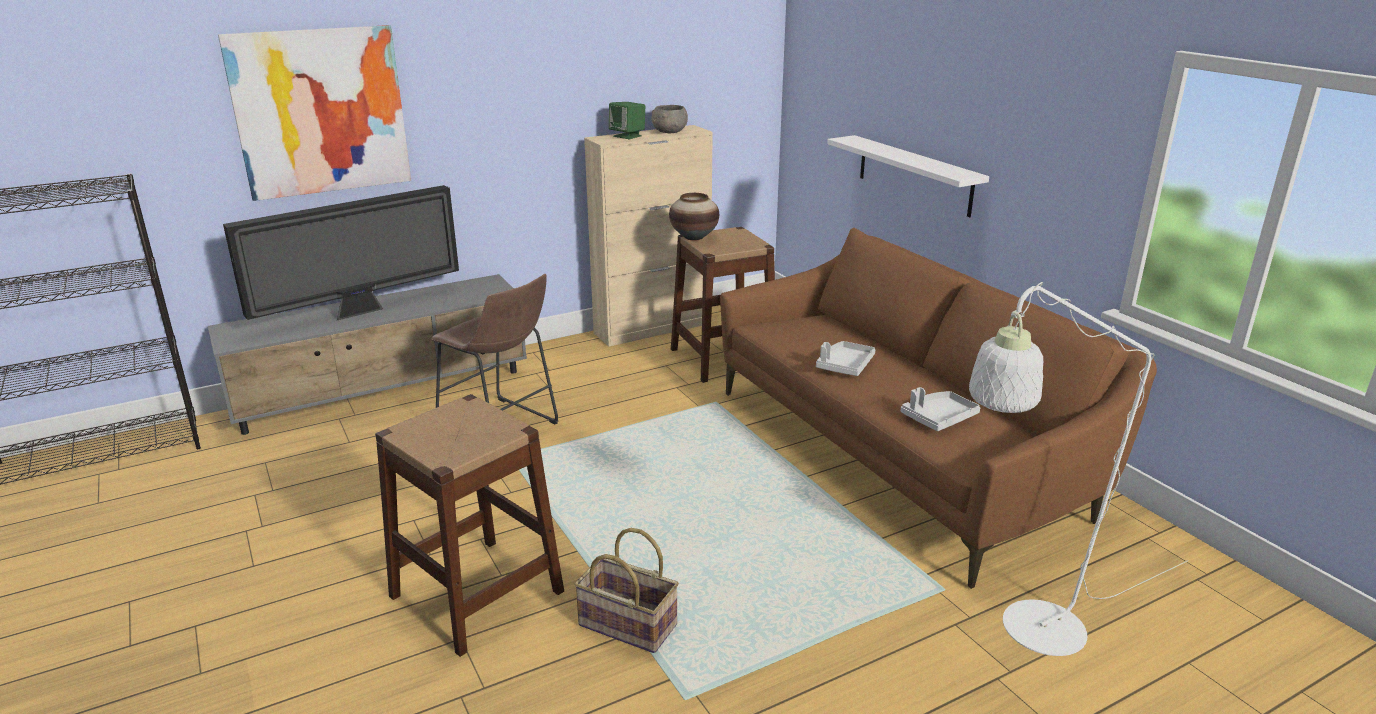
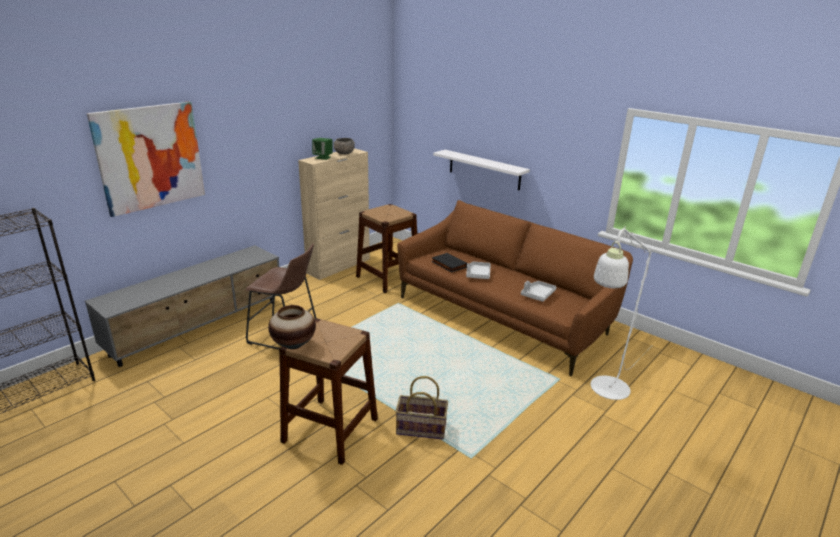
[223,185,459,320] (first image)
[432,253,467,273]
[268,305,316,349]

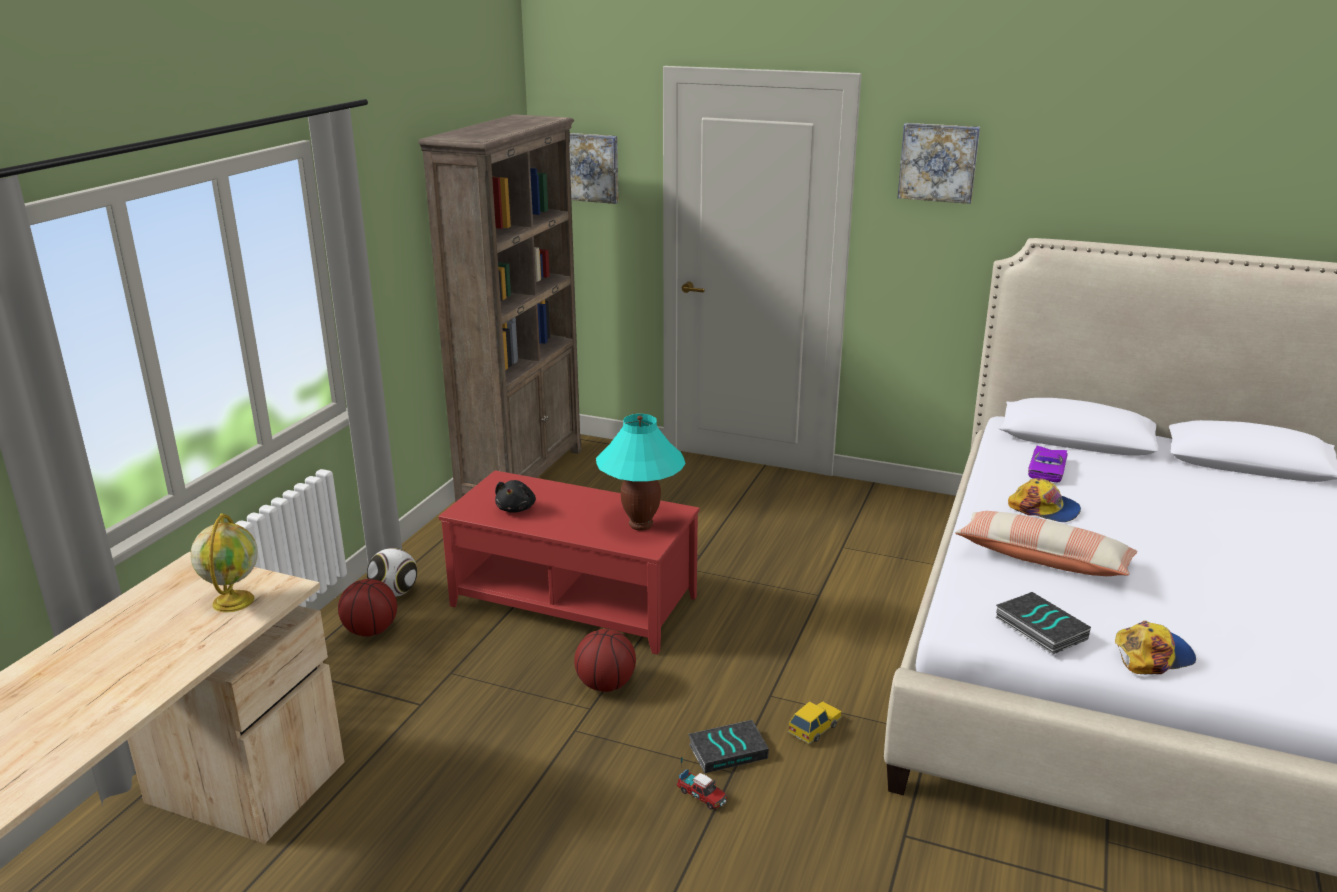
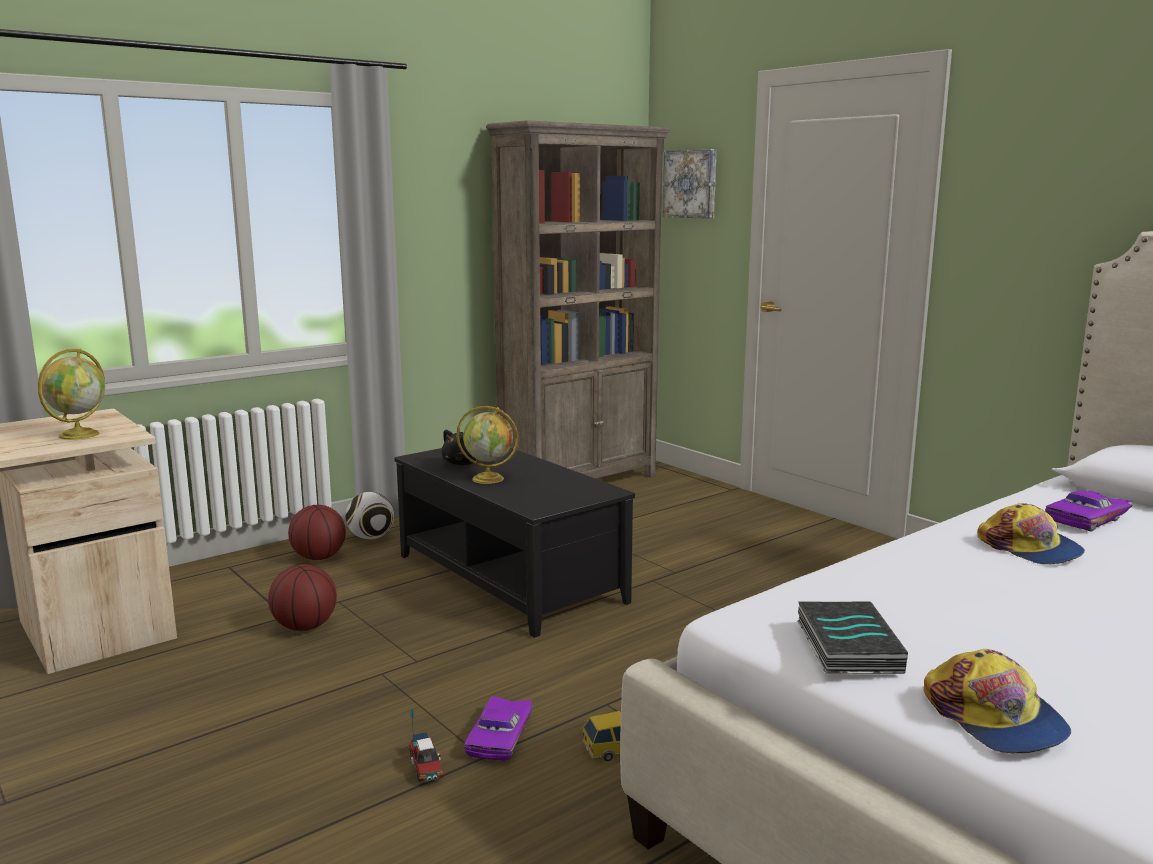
[596,414,685,531] (first image)
[897,123,980,204] (first image)
[955,511,1137,576] (first image)
[456,406,518,484]
[268,564,337,631]
[464,696,533,760]
[394,448,635,638]
[924,649,1071,754]

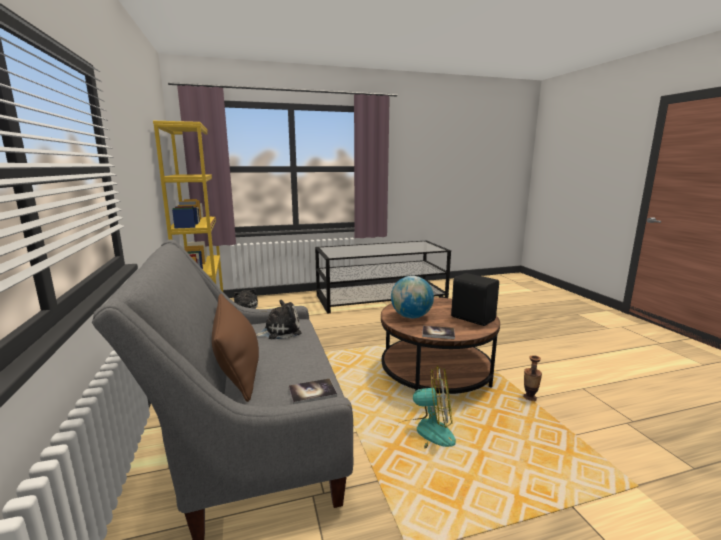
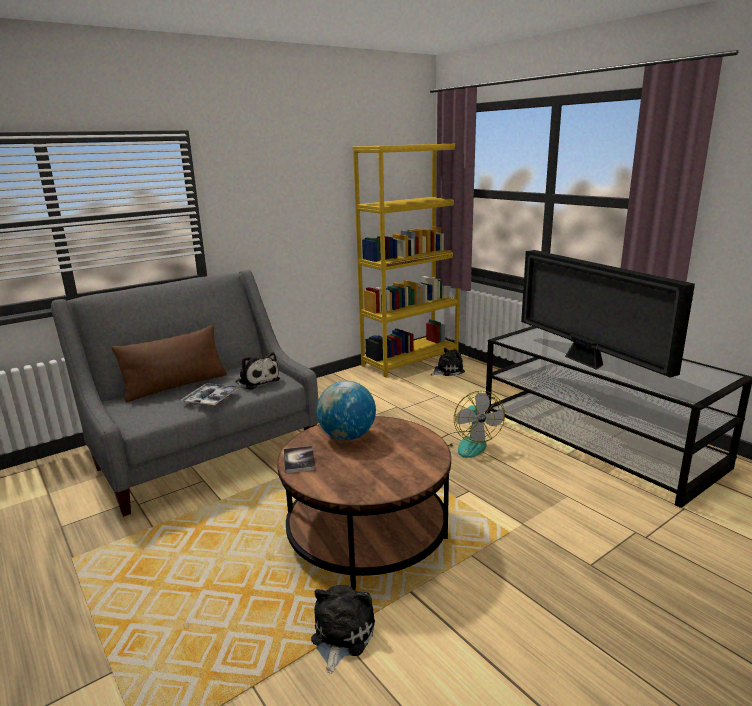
[288,378,337,404] (first image)
[451,273,499,326] (first image)
[180,383,240,406]
[521,250,695,378]
[442,391,505,458]
[311,585,375,674]

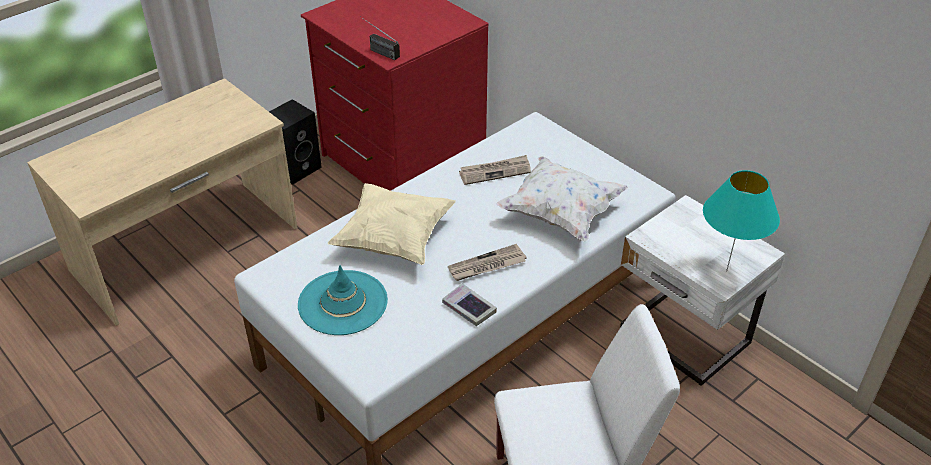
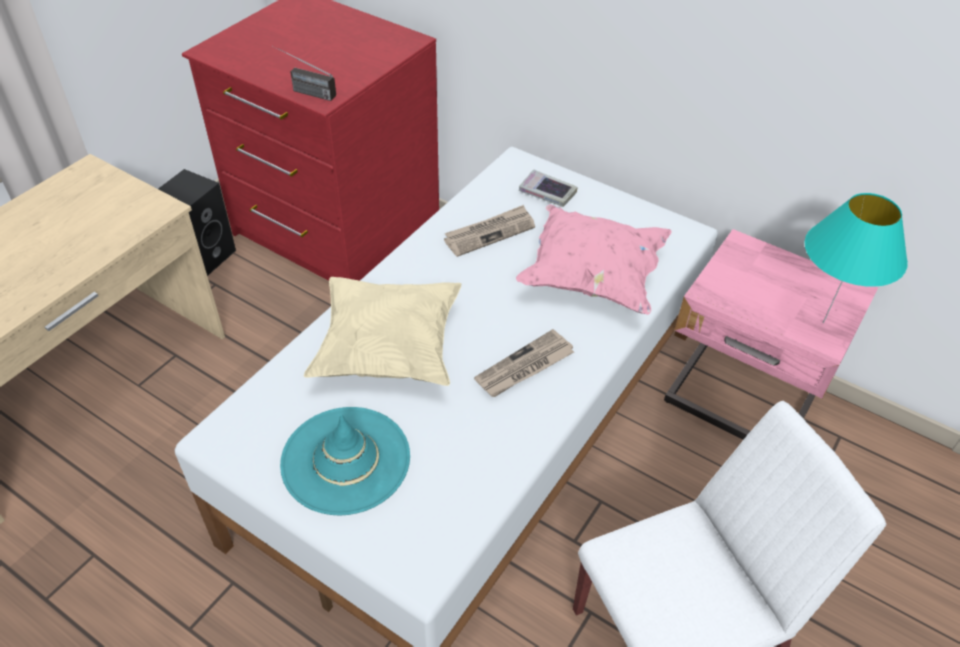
[519,169,578,207]
[516,204,672,315]
[664,229,878,440]

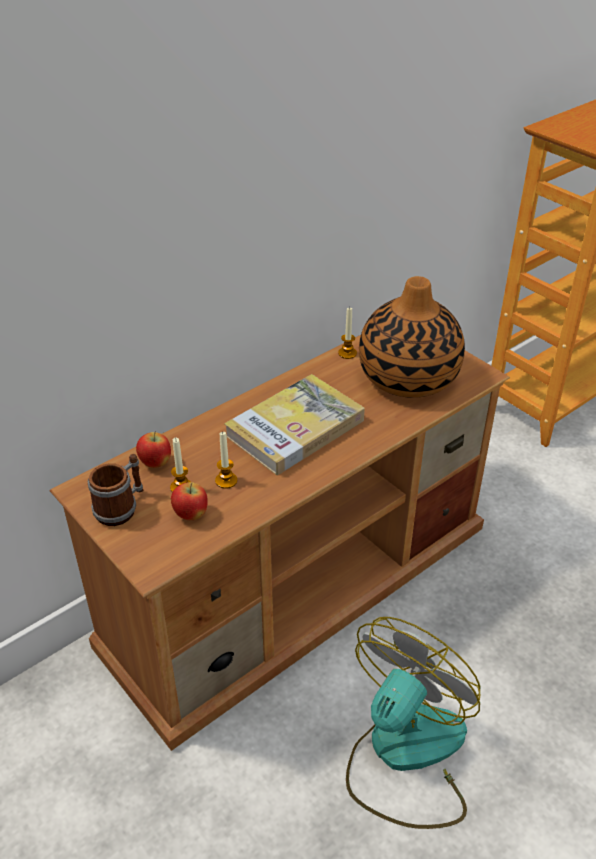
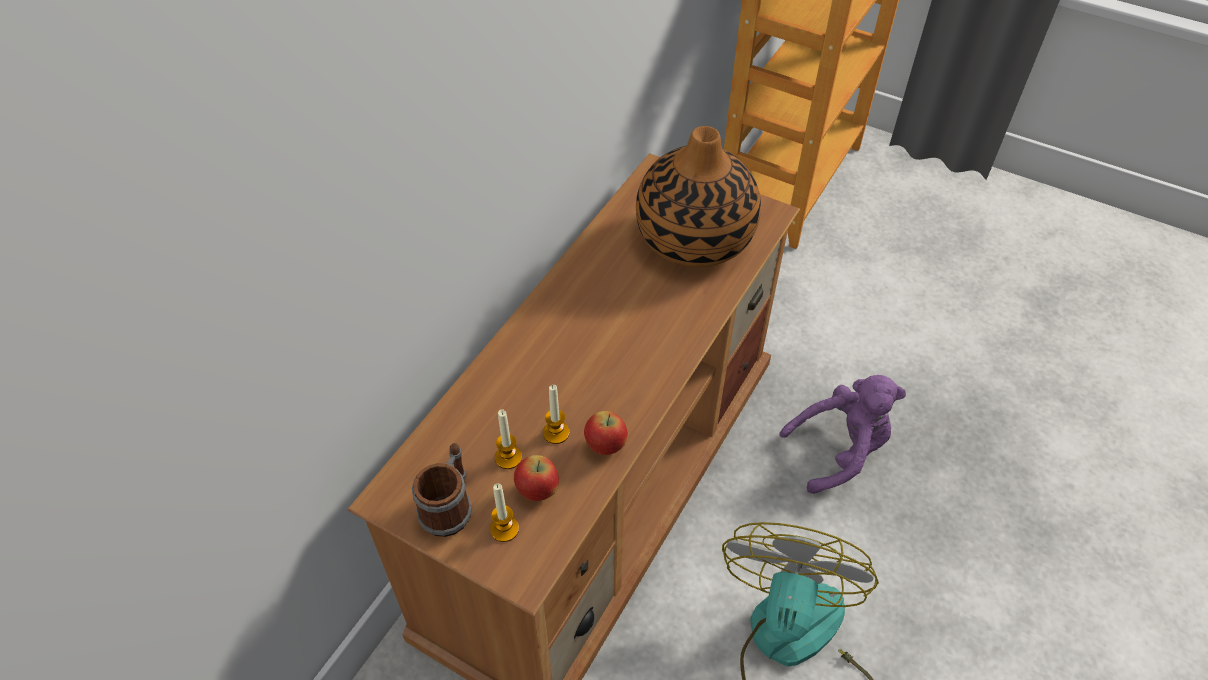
[224,374,365,475] (first image)
[779,375,906,494]
[584,411,628,455]
[490,484,519,542]

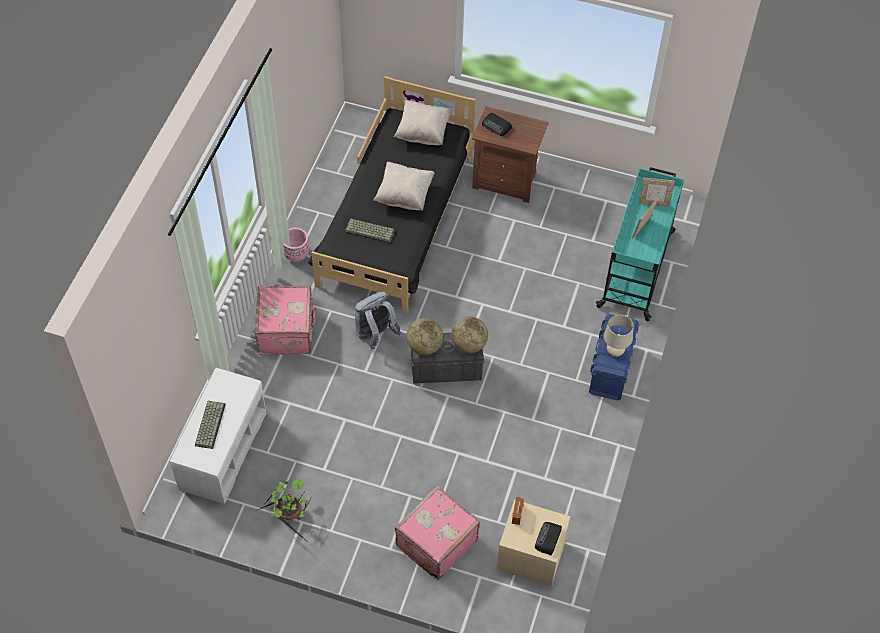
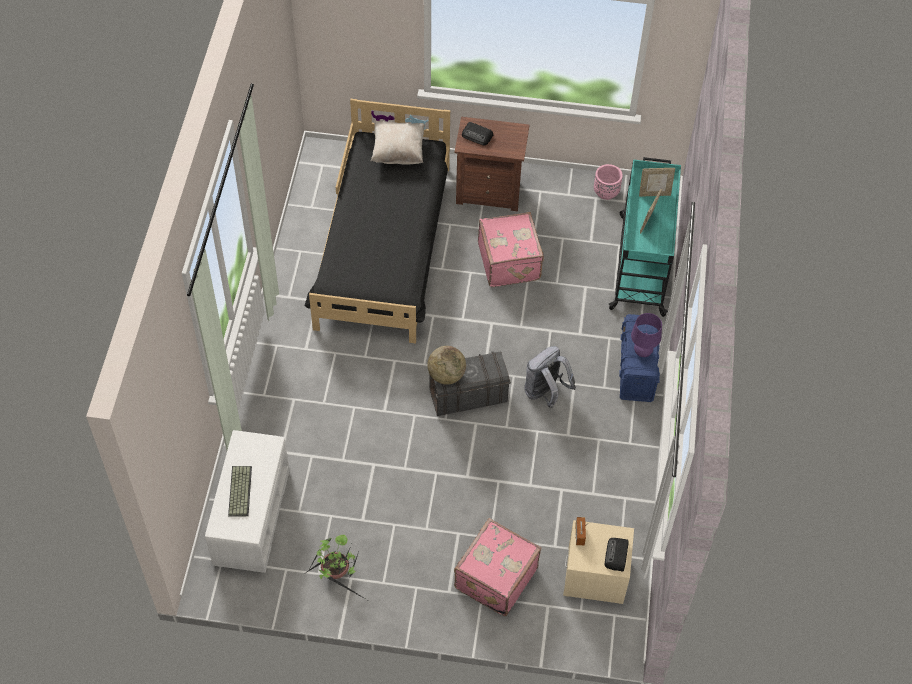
[345,219,395,243] (first image)
[373,162,435,210] (first image)
[451,317,488,353] (first image)
[478,212,544,287]
[594,164,623,200]
[524,346,576,408]
[631,313,662,357]

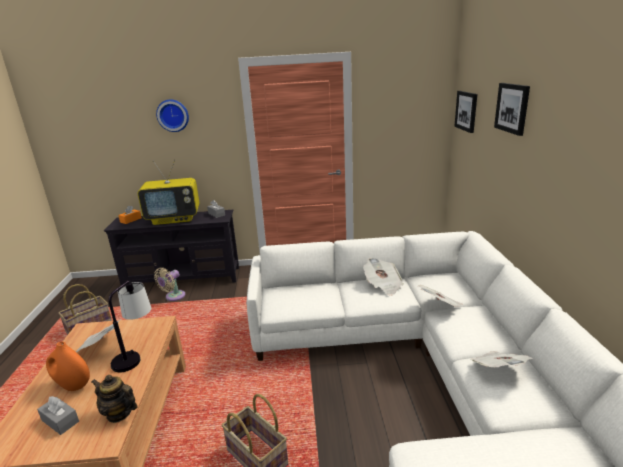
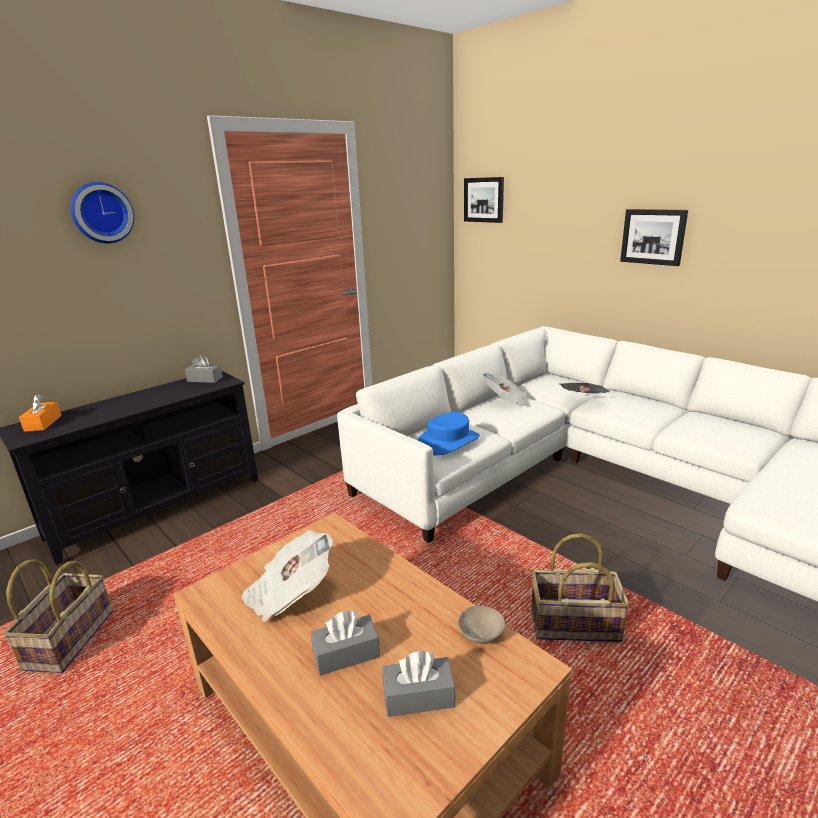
[108,281,151,372] (first image)
[137,159,199,225] (first image)
[154,268,185,301] (first image)
[471,351,533,367] (first image)
[418,412,480,455]
[620,209,688,266]
[311,611,380,676]
[458,605,505,644]

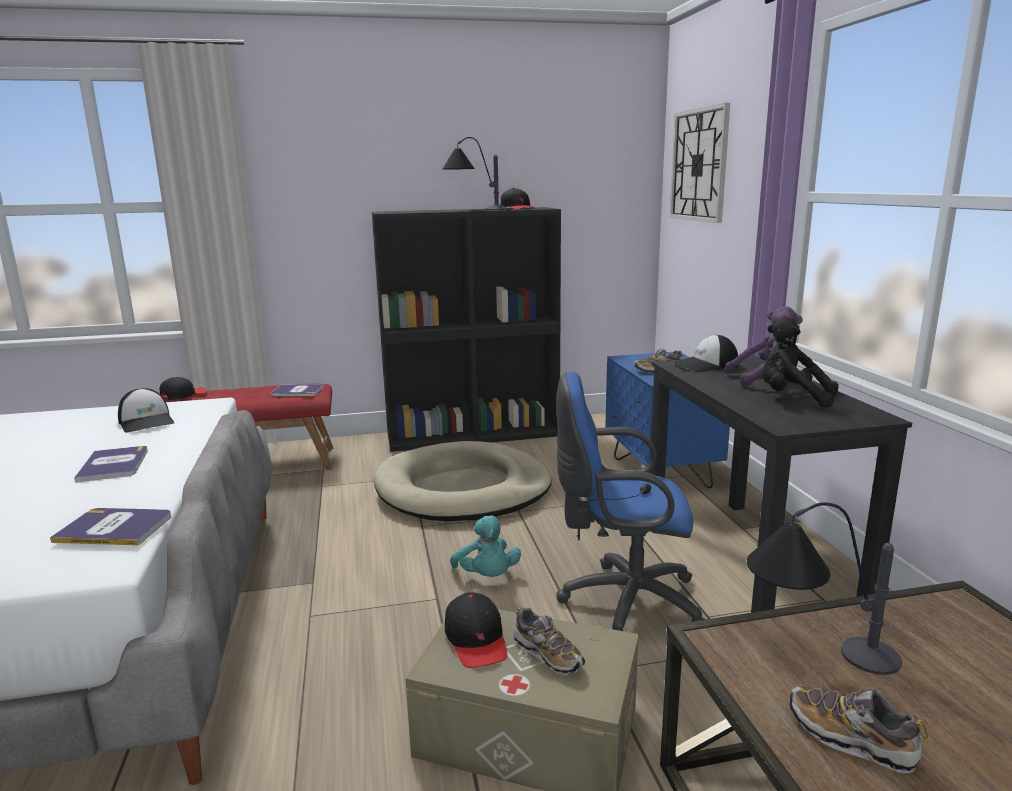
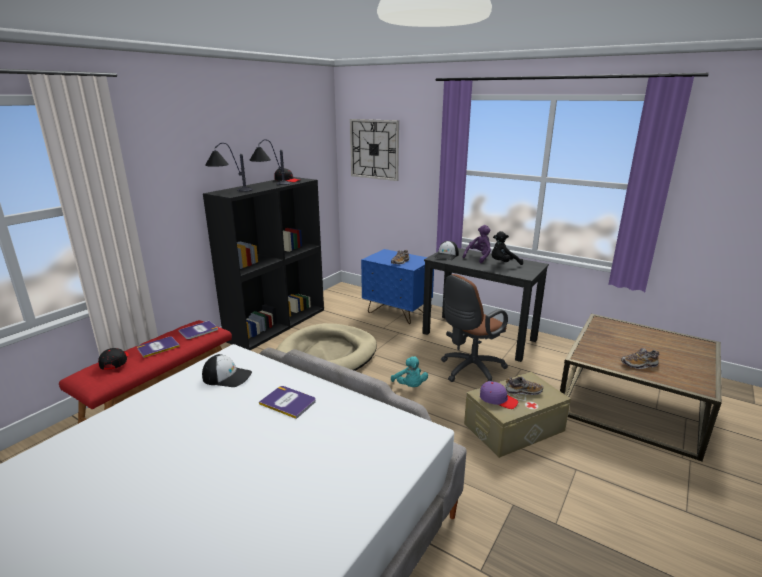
[137,337,180,358]
[205,143,253,192]
[480,381,518,409]
[441,274,508,382]
[391,356,428,387]

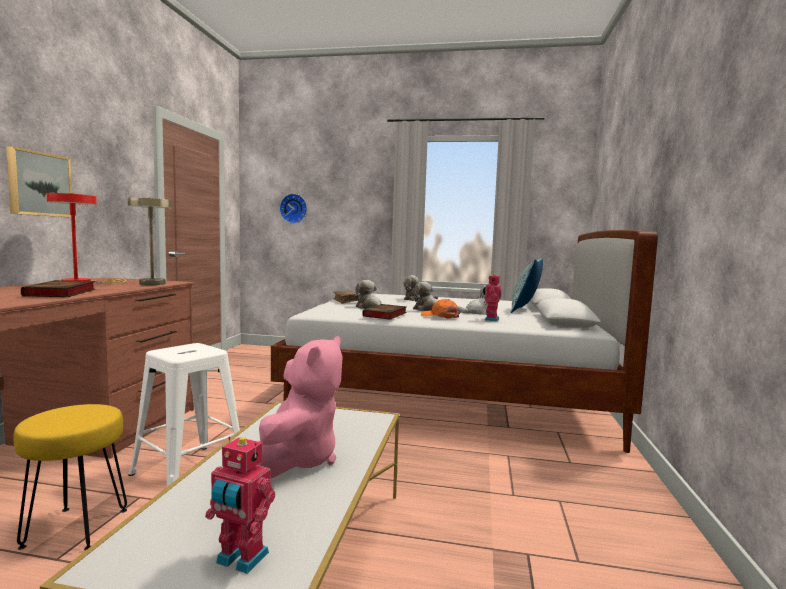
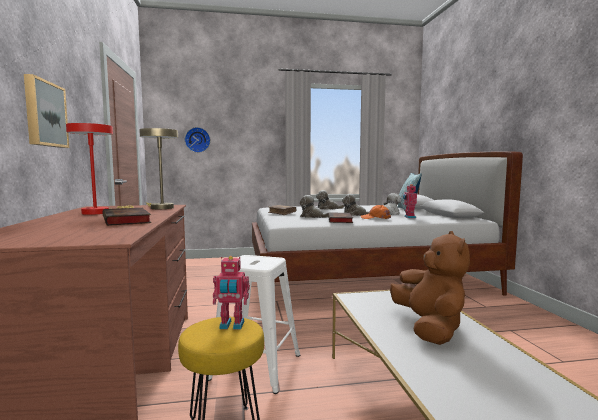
[213,256,250,329]
[390,231,470,345]

